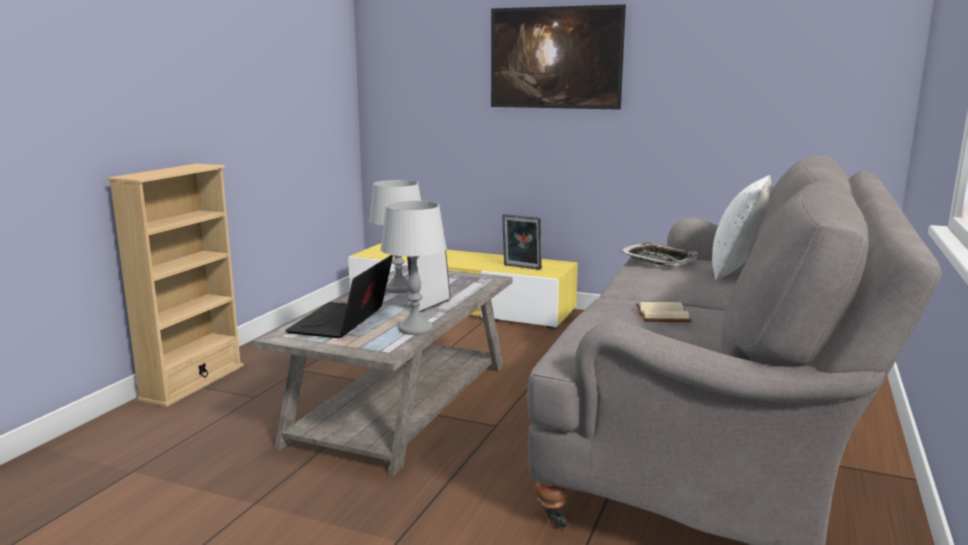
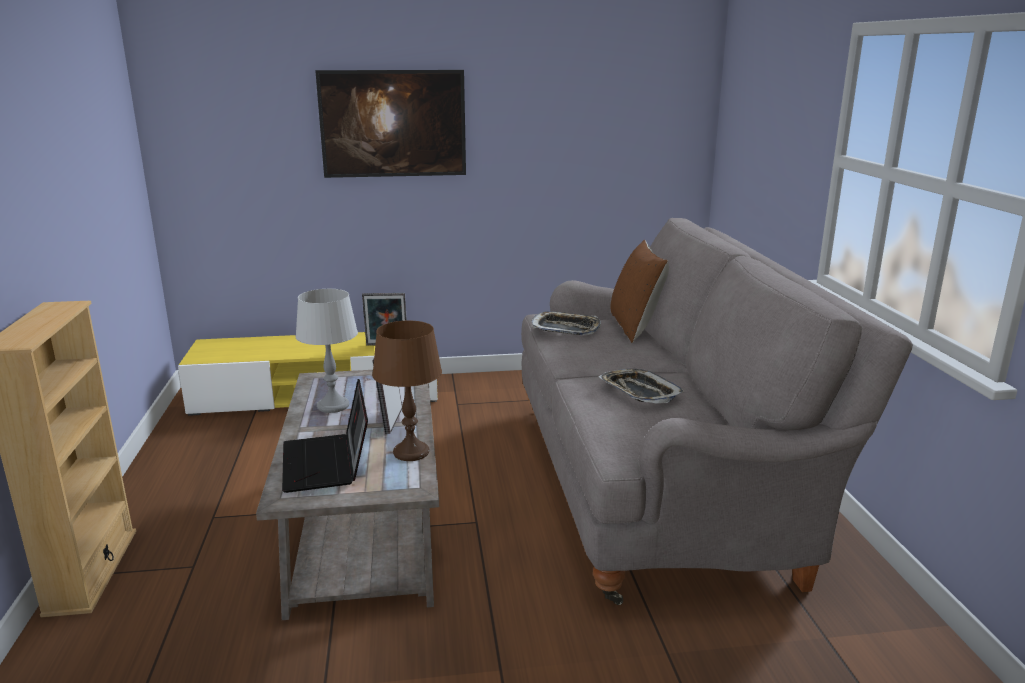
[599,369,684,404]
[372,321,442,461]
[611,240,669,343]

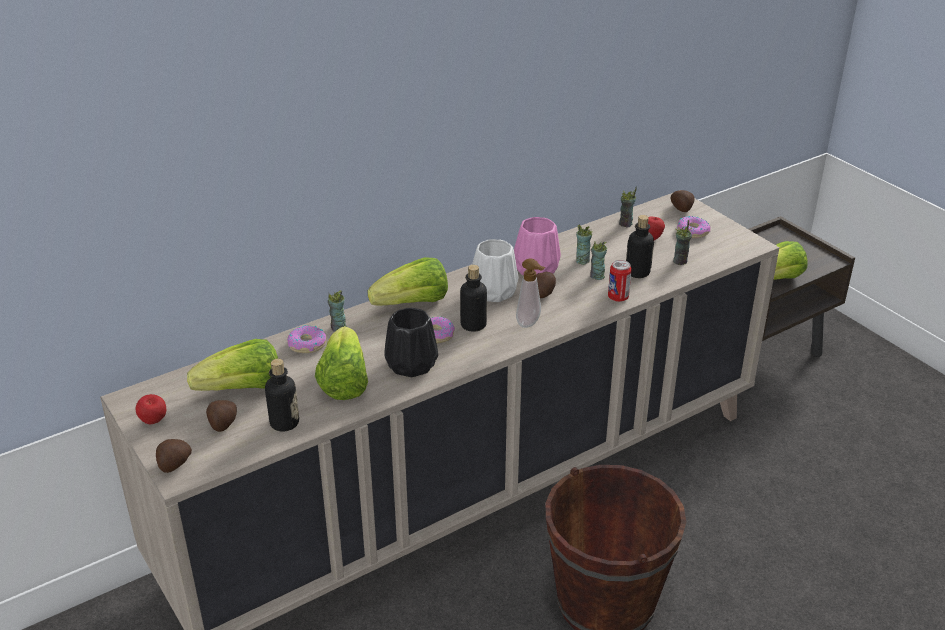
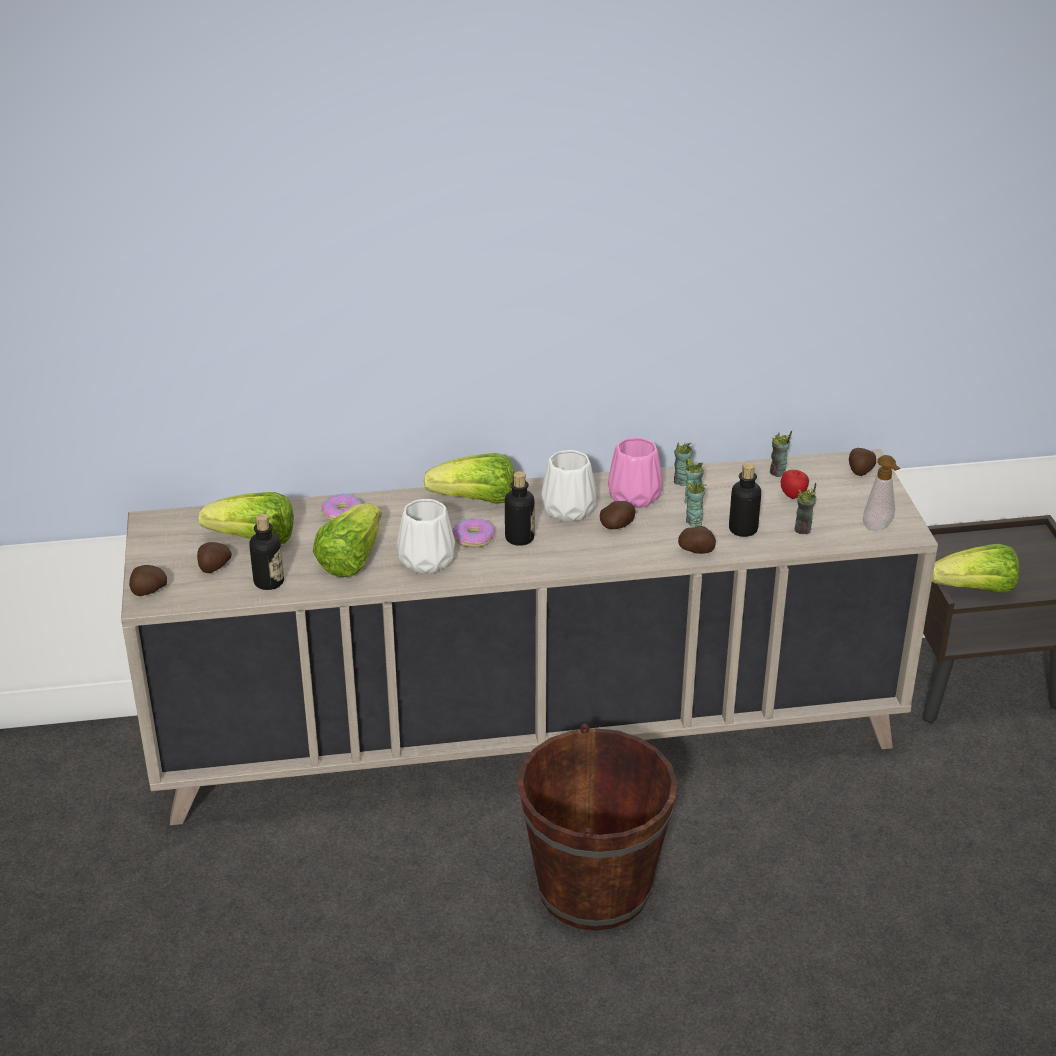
[136,394,166,424] (first image)
[677,216,711,238] (first image)
[674,442,693,486]
[863,455,900,531]
[678,526,716,554]
[397,499,455,573]

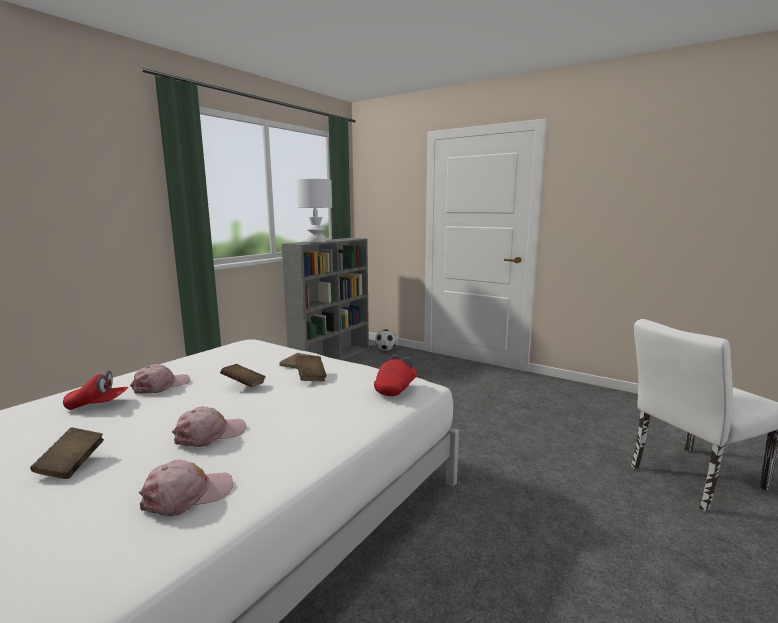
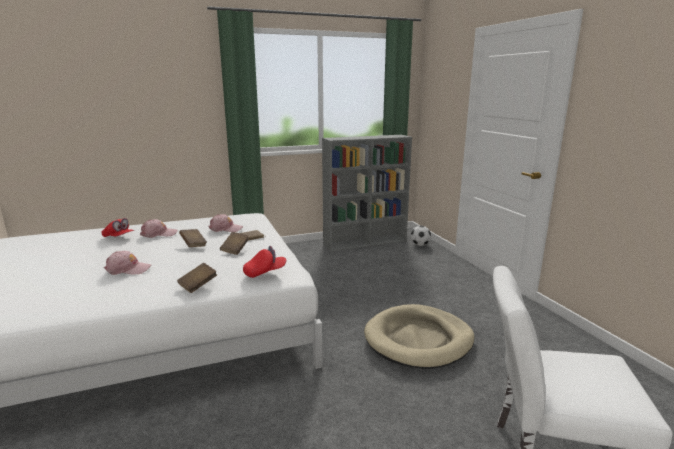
[296,179,332,242] (first image)
[364,304,474,369]
[177,263,217,293]
[208,214,243,232]

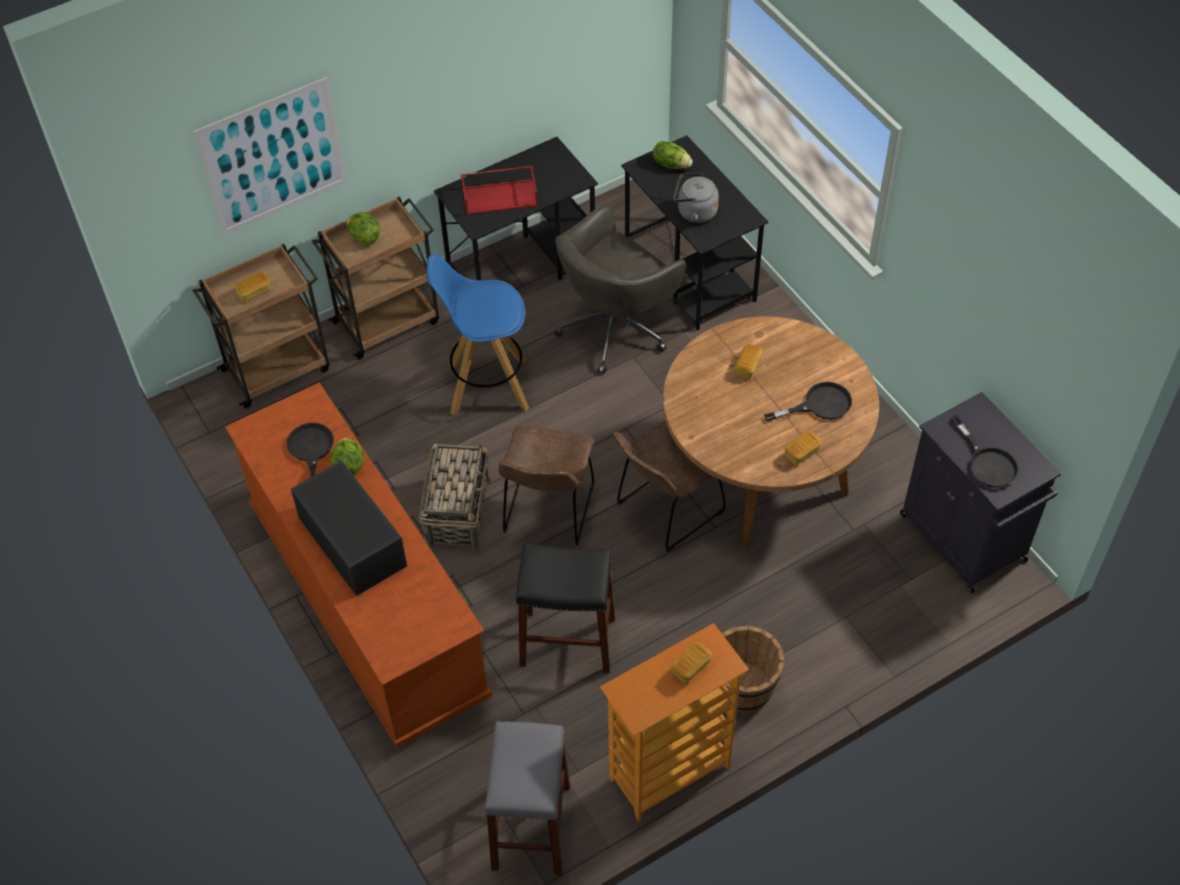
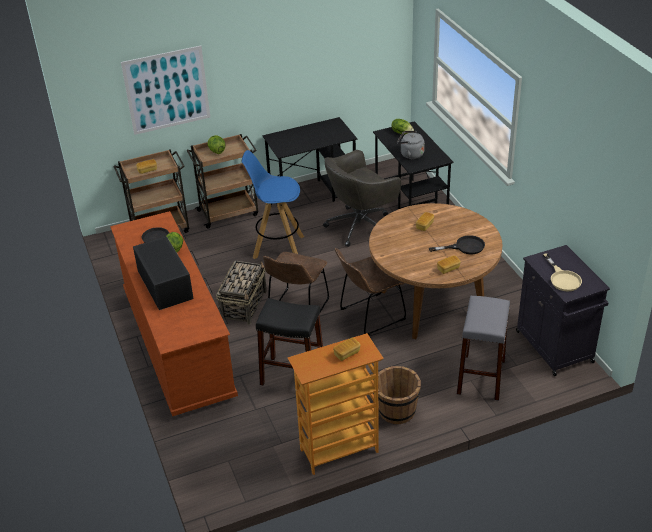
[461,166,538,215] (first image)
[457,296,510,401]
[543,253,582,292]

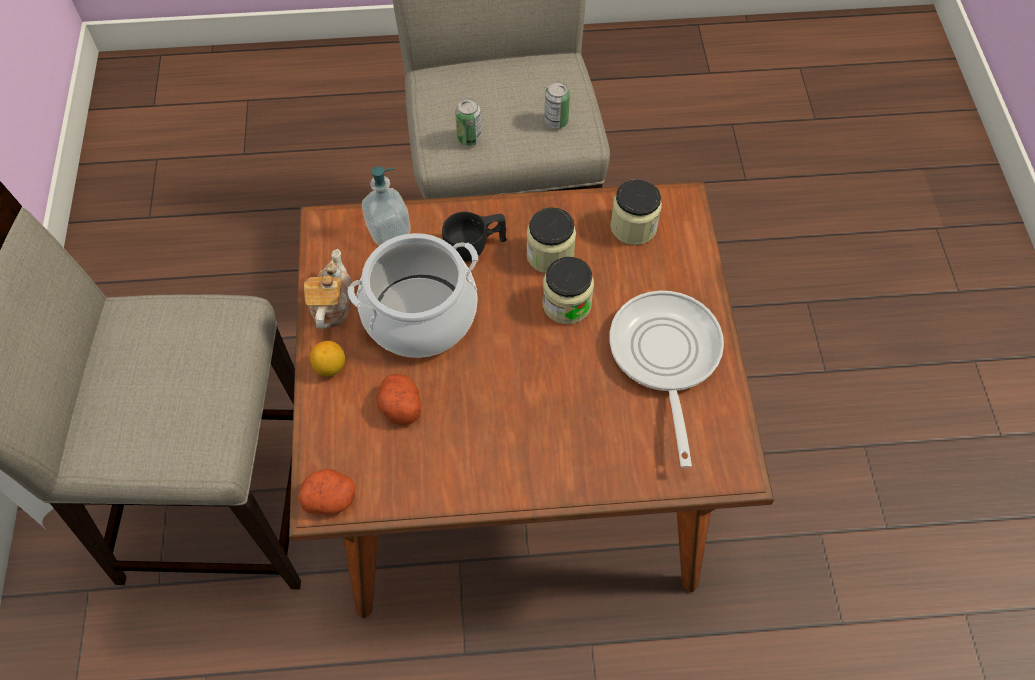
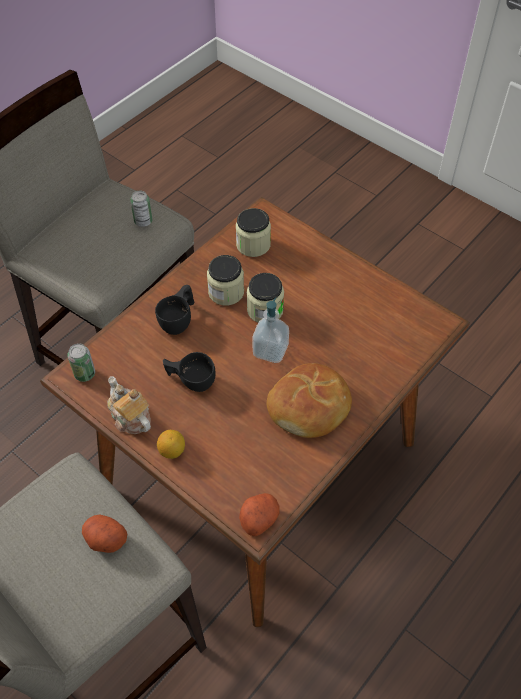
[609,291,724,468] (first image)
[267,363,352,438]
[252,297,289,363]
[82,514,127,553]
[67,343,95,382]
[163,352,215,392]

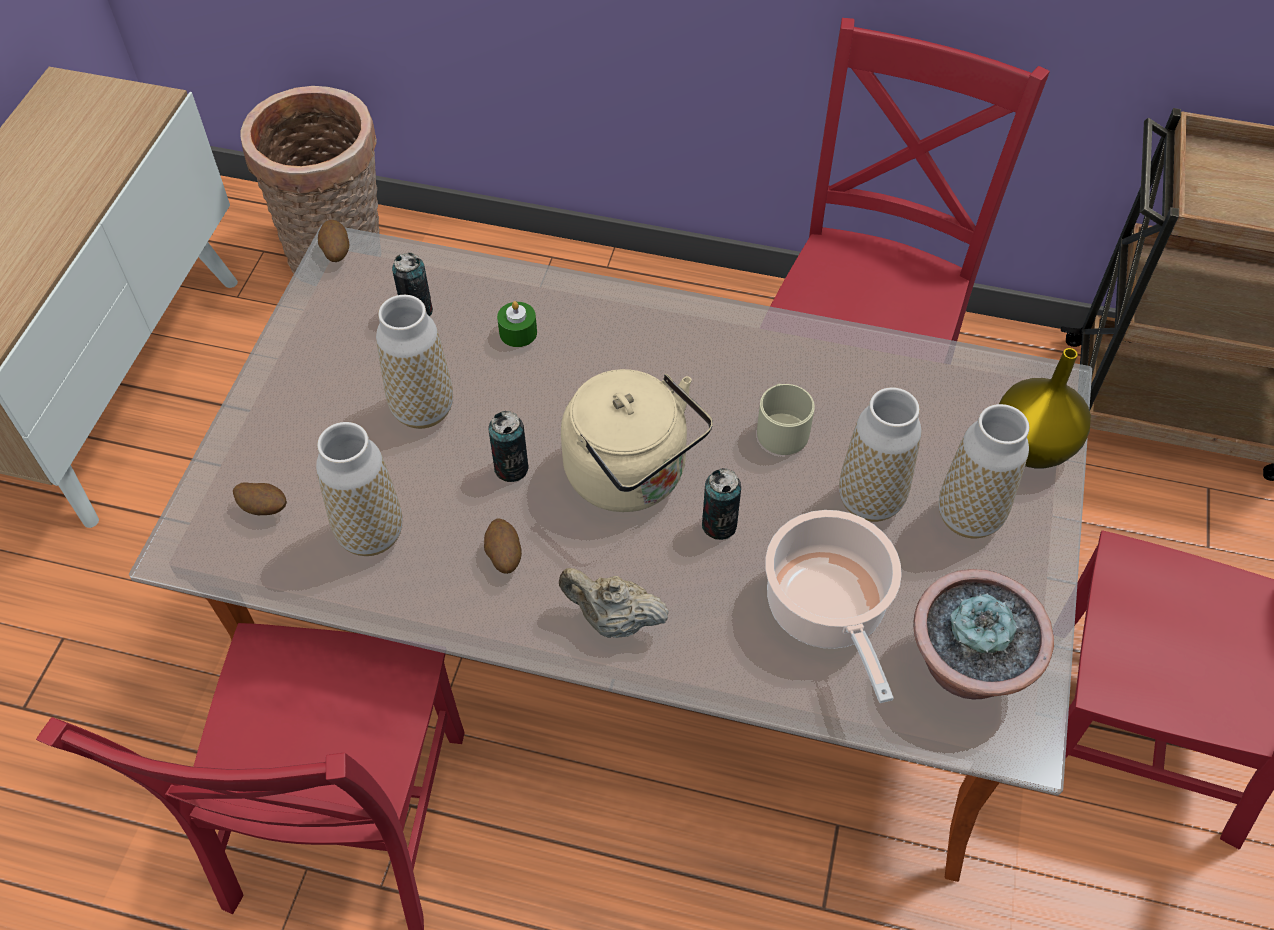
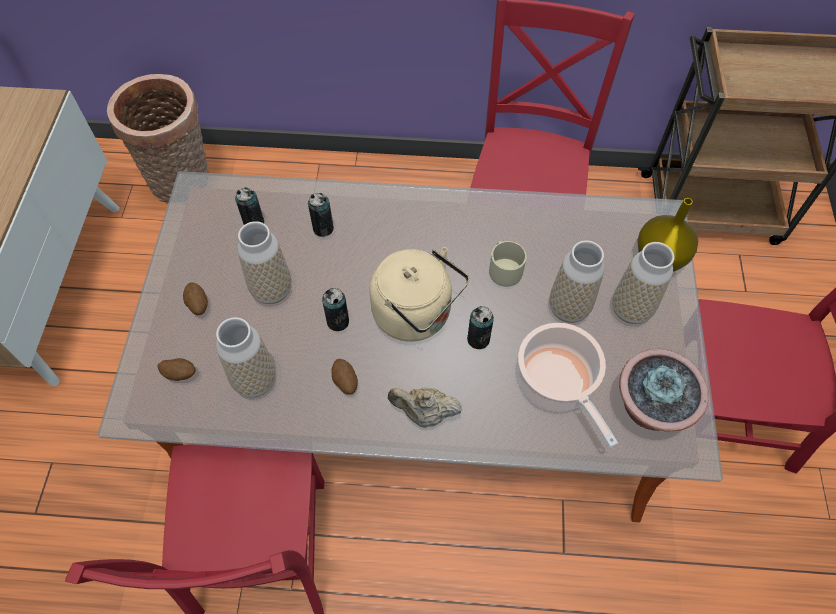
[183,282,208,315]
[308,193,334,237]

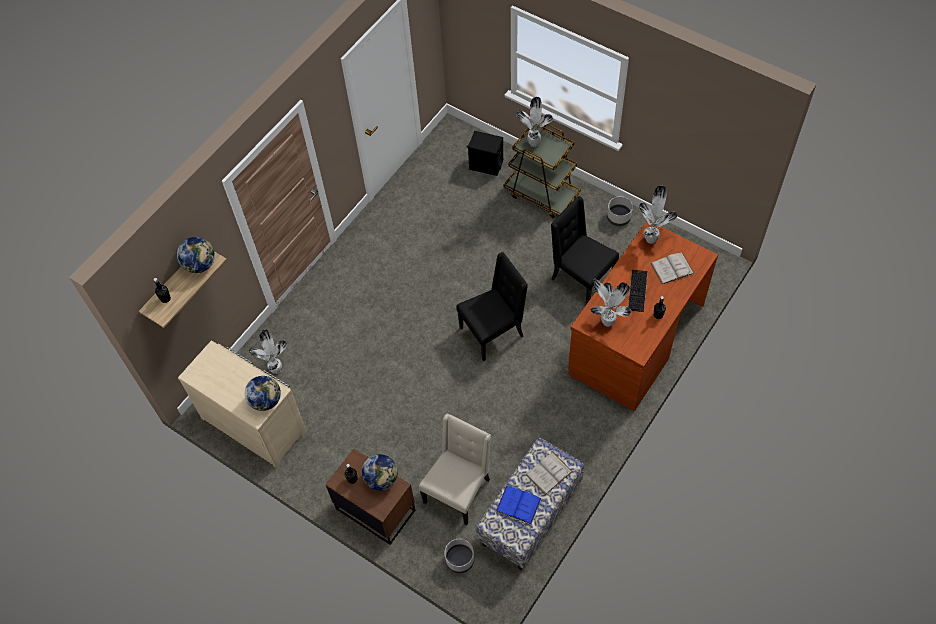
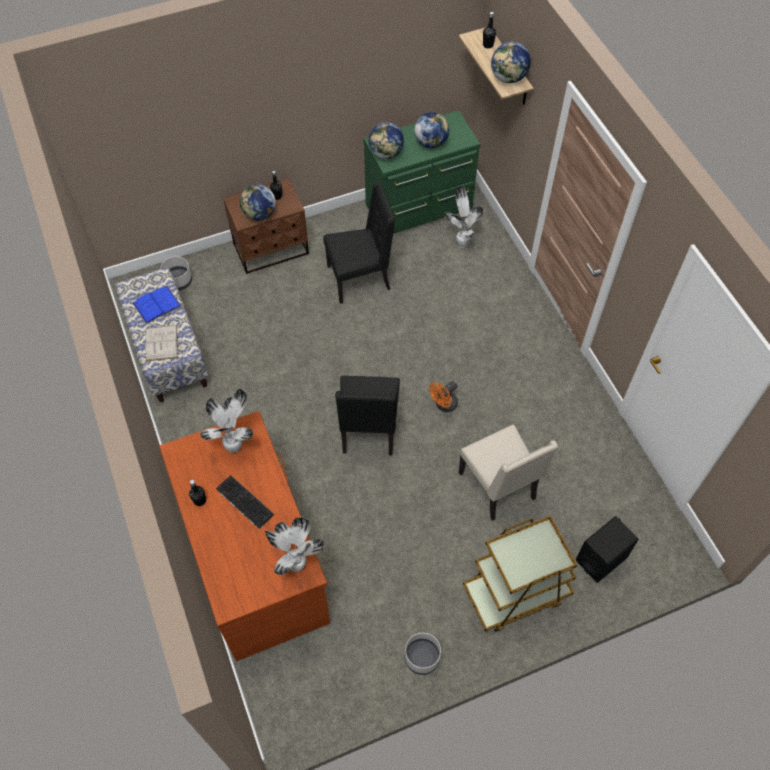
[516,97,553,147] (first image)
[650,253,694,285] (first image)
[414,112,449,148]
[429,381,458,412]
[459,424,558,521]
[323,183,395,304]
[363,110,480,234]

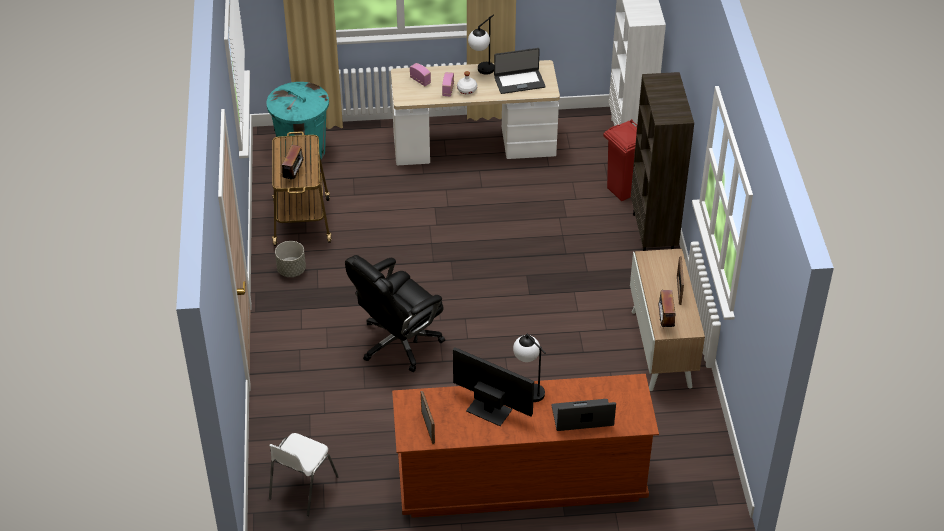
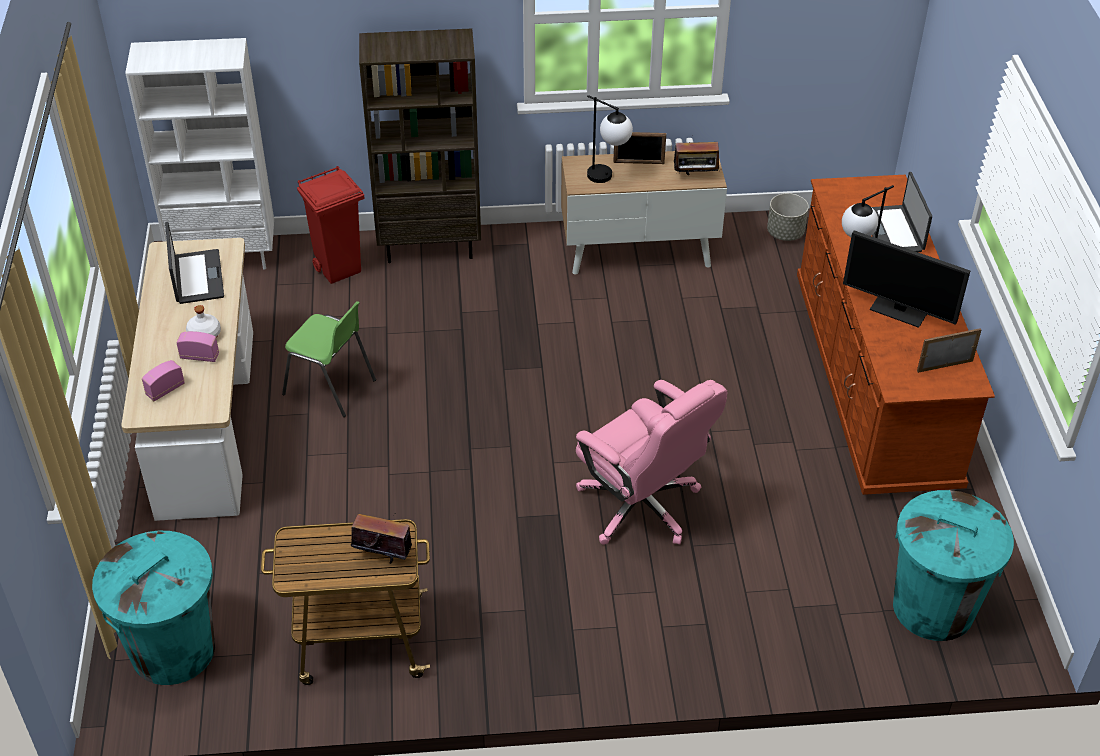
[282,301,376,417]
[767,193,809,241]
[587,95,633,183]
[893,490,1014,641]
[576,380,727,545]
[843,230,970,328]

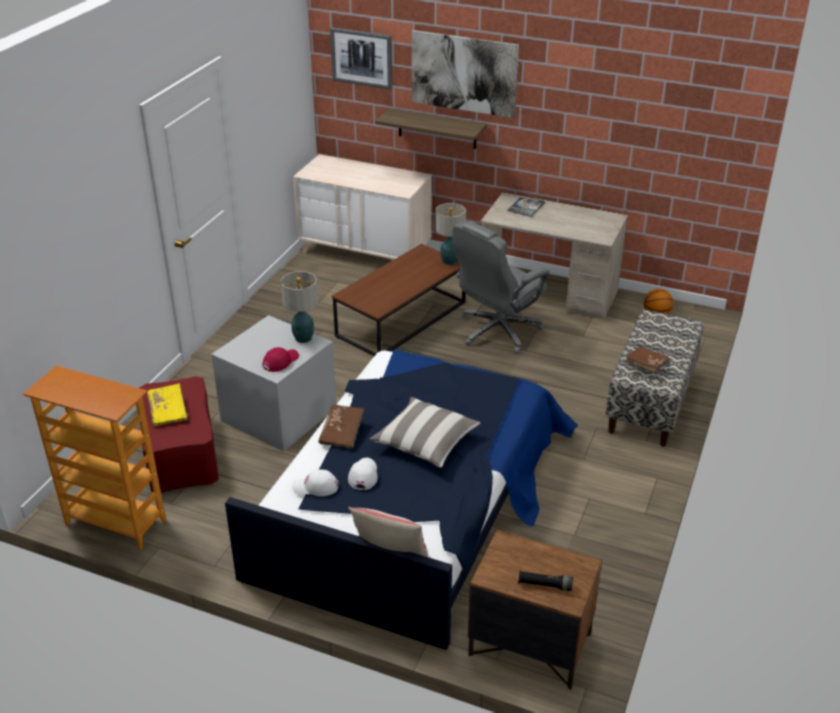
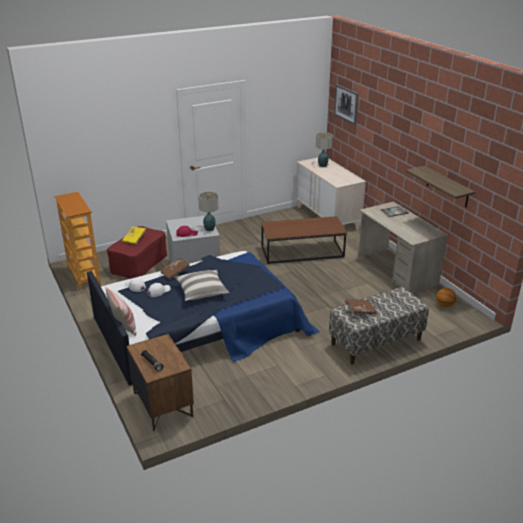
[412,30,519,118] (first image)
[452,221,550,354] (first image)
[406,166,475,207]
[316,132,333,167]

